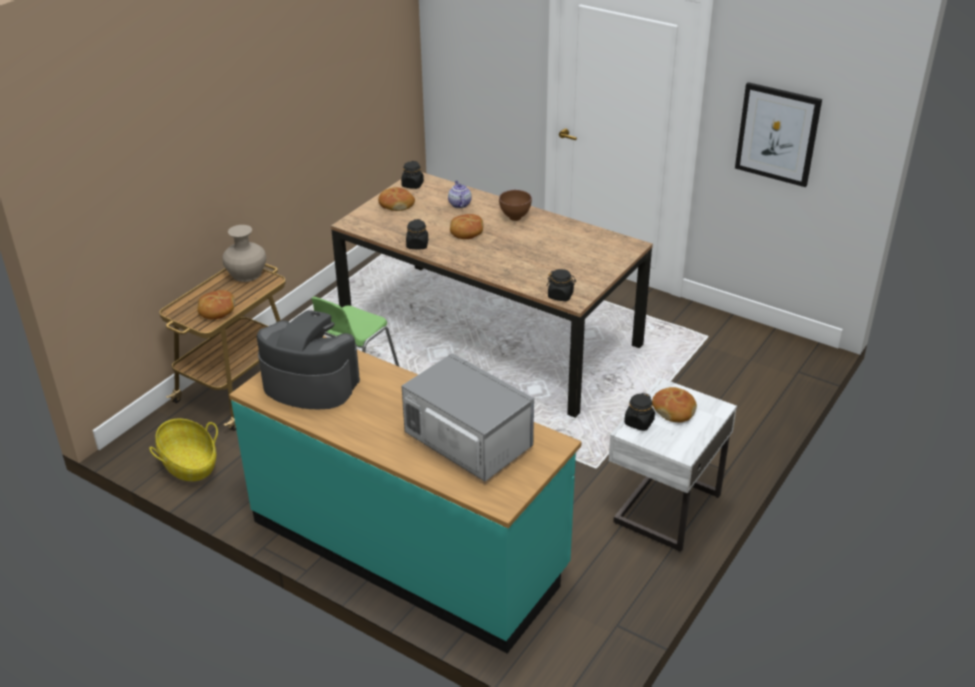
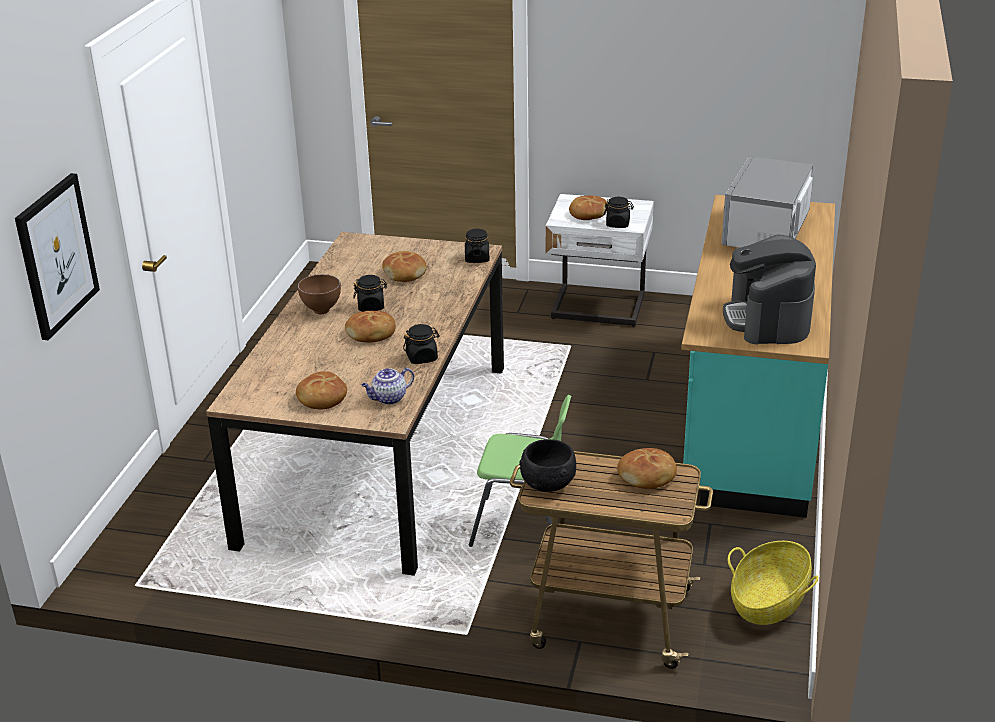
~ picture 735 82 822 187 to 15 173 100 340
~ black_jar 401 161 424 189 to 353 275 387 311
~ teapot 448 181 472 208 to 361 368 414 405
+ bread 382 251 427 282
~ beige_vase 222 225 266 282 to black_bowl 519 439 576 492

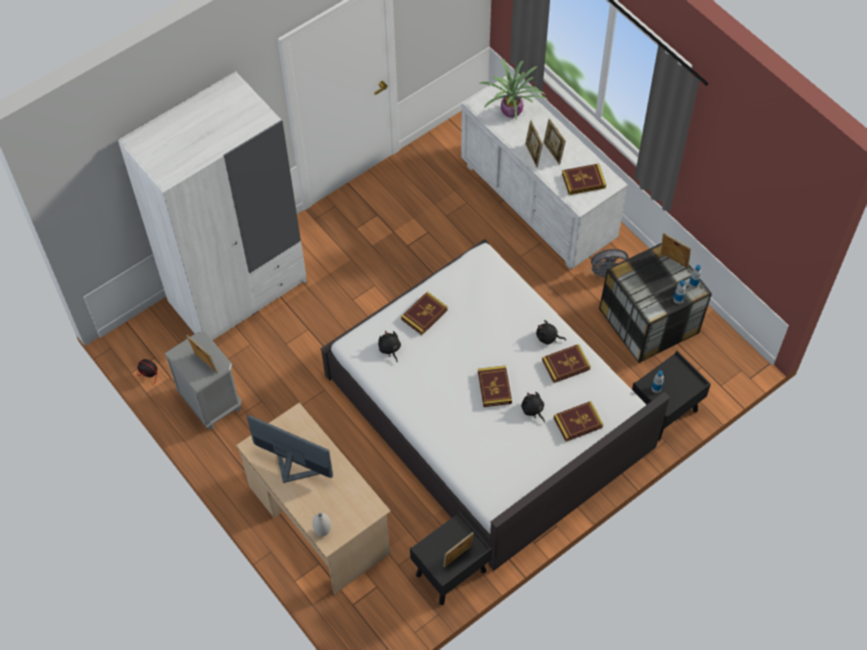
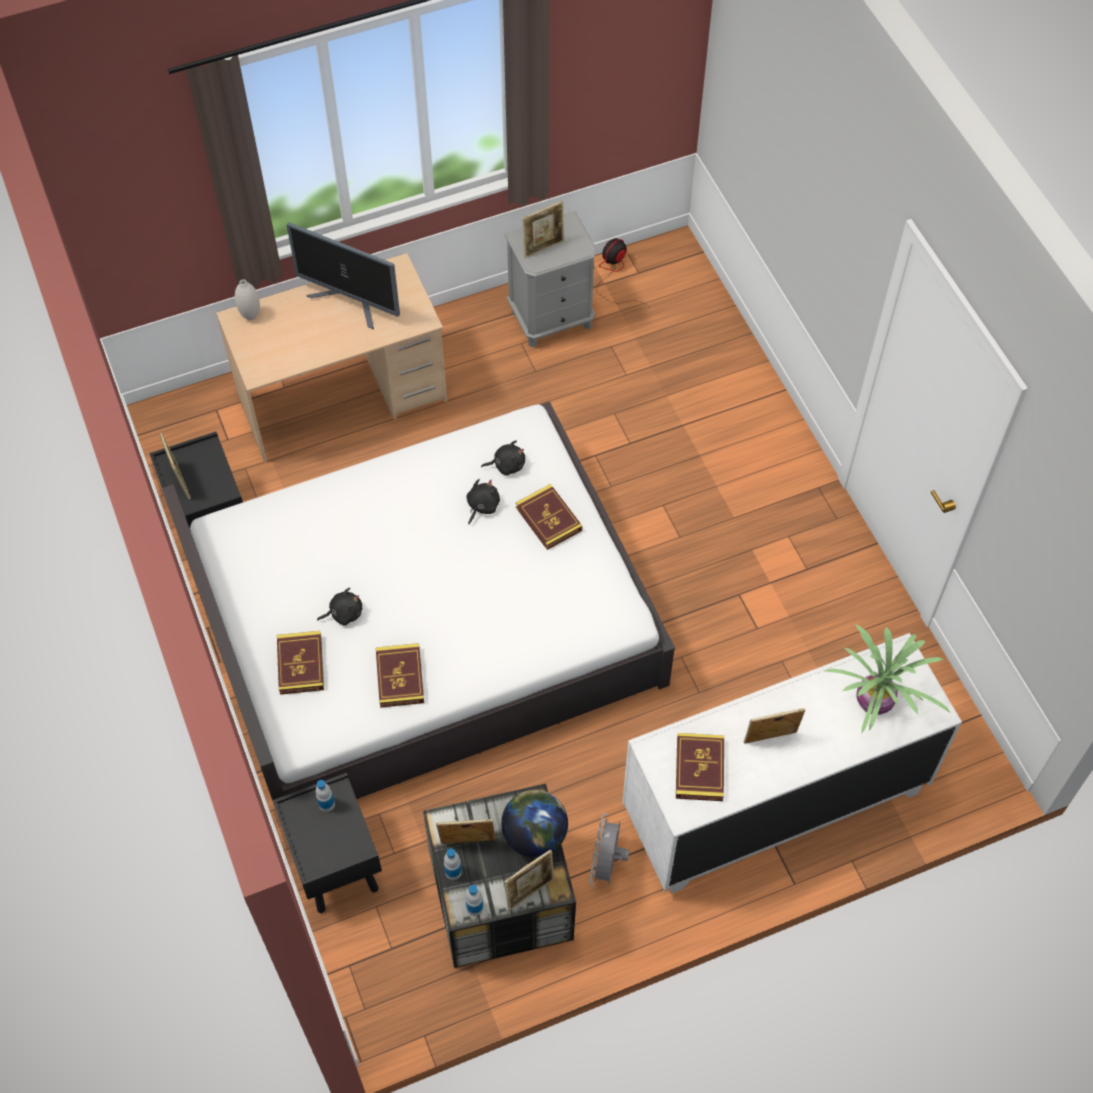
~ monitor 247 415 333 483 = 287 222 400 329 75 degrees clockwise
~ picture_frame 525 120 543 167 to 436 819 495 844
~ black_plush_toy 536 320 566 345 to 466 479 500 524
+ globe 501 790 568 857
- white_wardrobe 118 71 307 340
- book 478 366 512 407

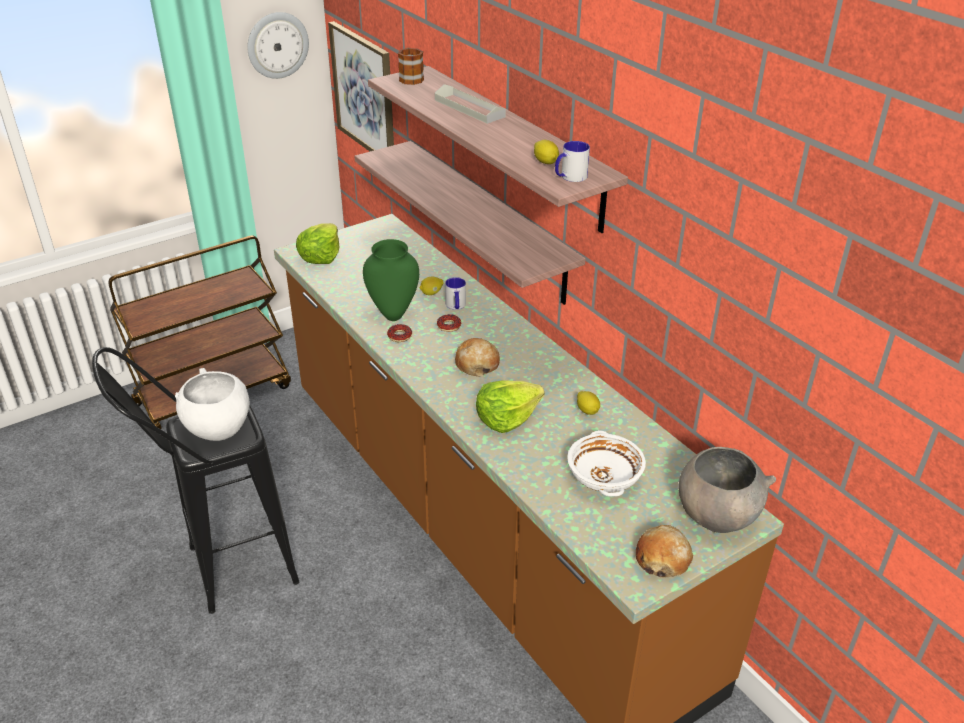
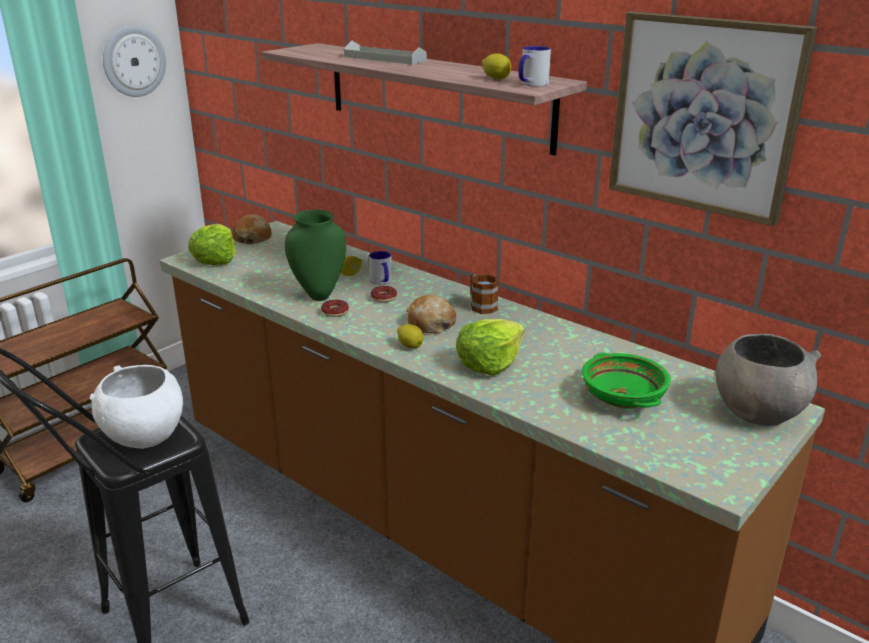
~ bread 636 525 693 578 to 232 215 272 244
~ lemon 577 391 600 415 to 397 324 424 348
~ mug 398 48 424 85 to 470 274 499 314
~ white_bowl 567 430 646 496 to green_bowl 582 353 671 409
~ picture 328 21 394 151 to 609 11 817 226
- shelf 354 141 586 305

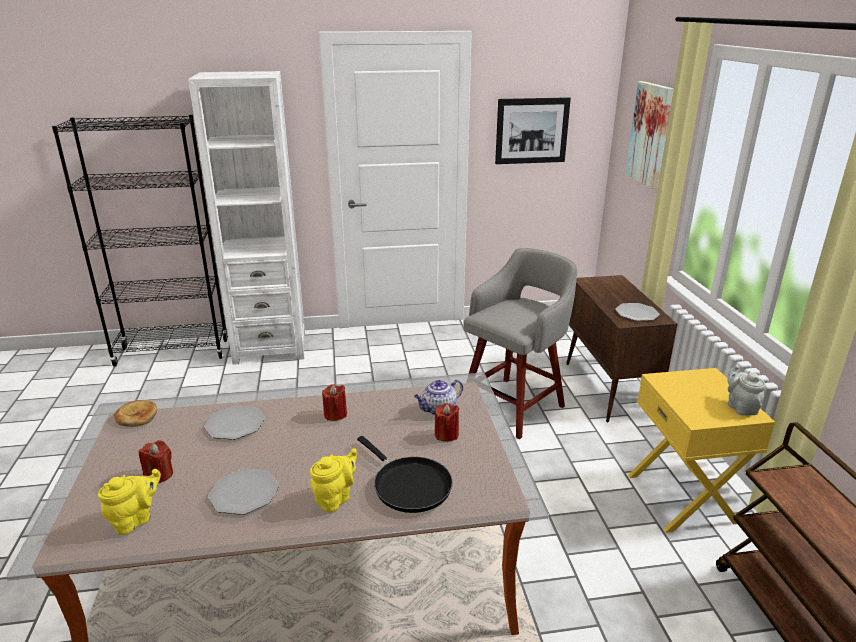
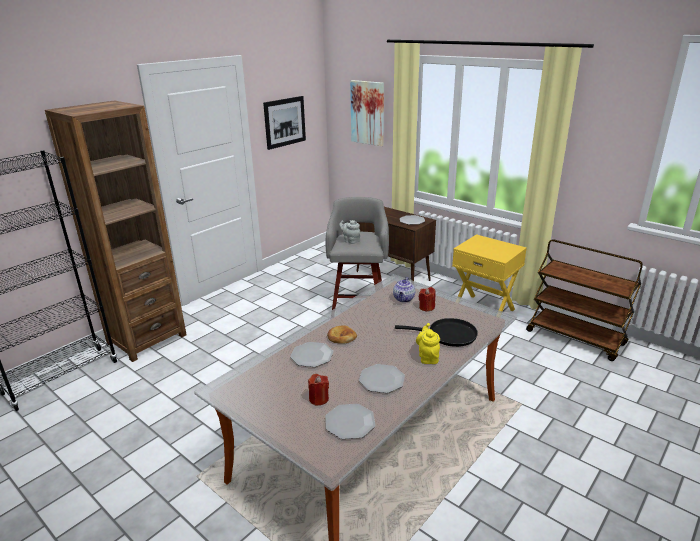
~ white_bookcase 188 71 305 365 to brown_bookcase 45 100 186 362
~ yellow_teapot 98 469 161 535 to plate 325 404 375 439
~ bread 114 400 157 427 to 327 325 357 344
~ grey_teapot 727 365 766 416 to 339 220 360 244
- red_candle 322 384 347 421

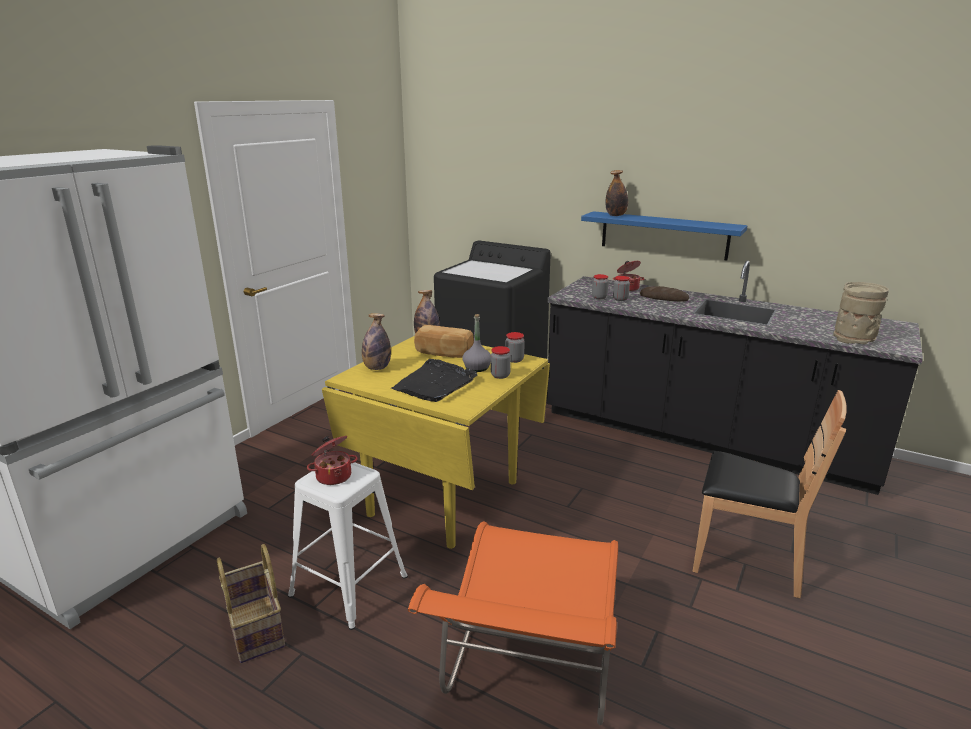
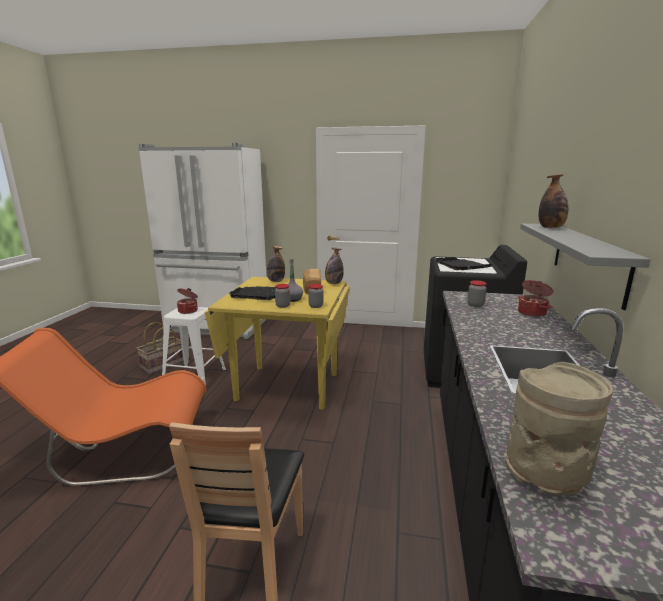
+ black_tray 435 257 494 270
~ blue_shelf 581 211 747 261 to grey_shelf 520 224 651 310
- jar 613 276 630 301
- bread 640 286 689 301

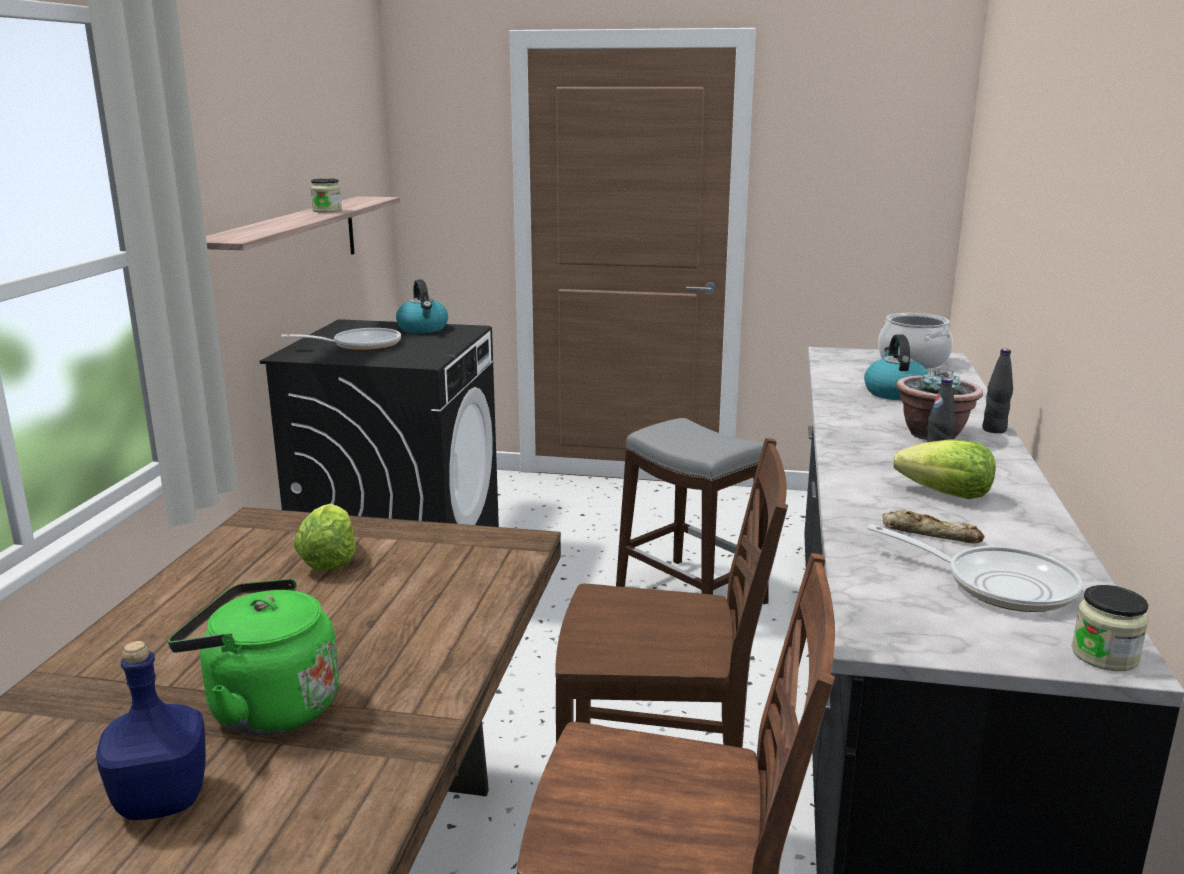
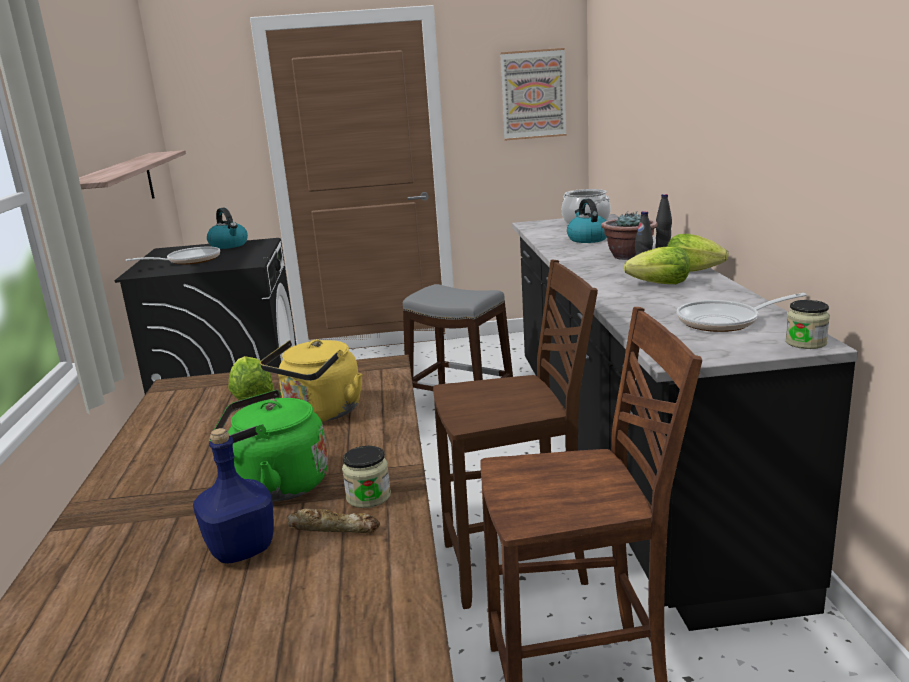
+ yellow_kettle 260 339 363 422
~ bread 882 510 984 543 to 287 509 380 533
~ jar 310 178 342 213 to 342 446 391 508
+ picture 500 48 566 140
+ lettuce 667 234 729 272
~ frying_pan 867 524 1082 612 = 677 293 807 332 150 degrees clockwise

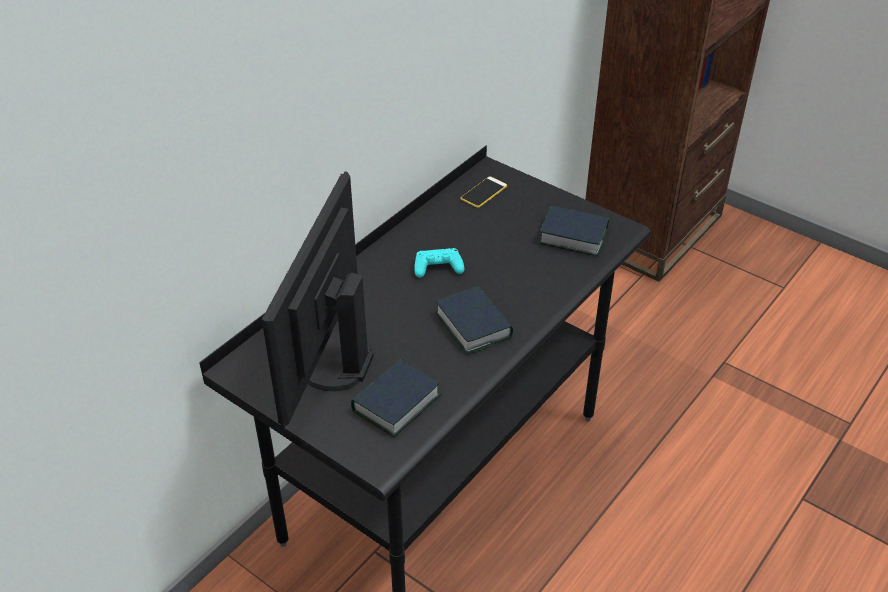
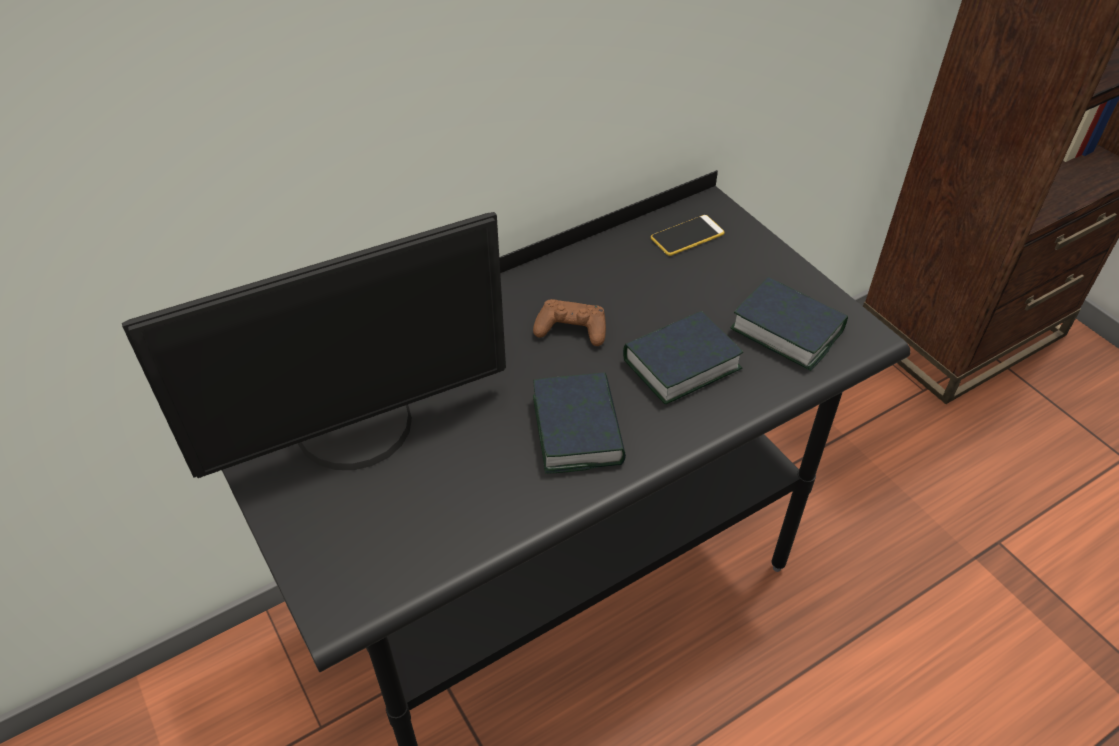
~ monitor 262 172 374 427 = 122 212 506 478 150 degrees counterclockwise
~ turquoise_game_controller 414 248 464 278 to brown_game_controller 533 299 606 346
~ book 351 359 441 437 to 623 311 743 404

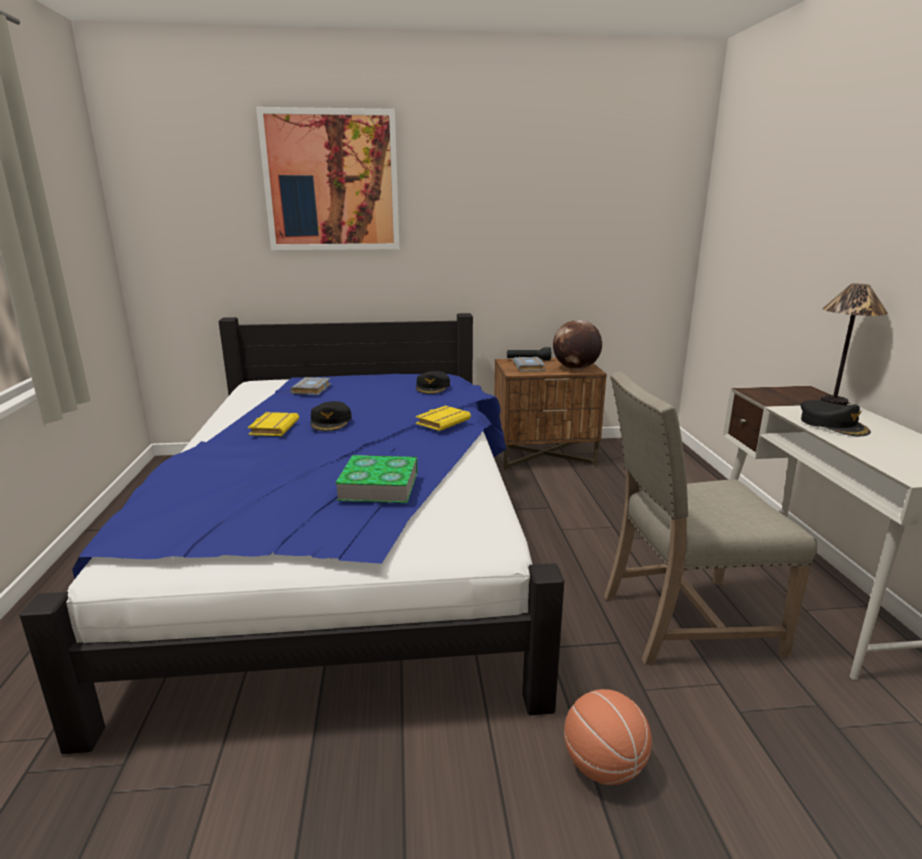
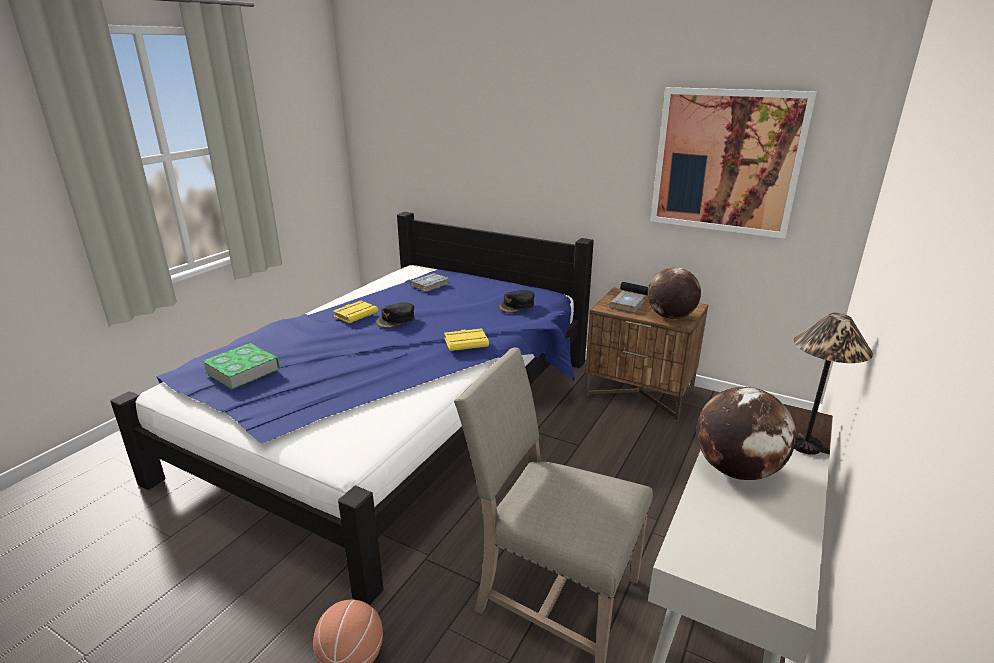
~ book 335 455 418 503 to 202 343 280 390
~ picture 256 107 400 250 to 650 87 817 239
~ black_cap 801 400 871 436 to globe 697 387 796 480

